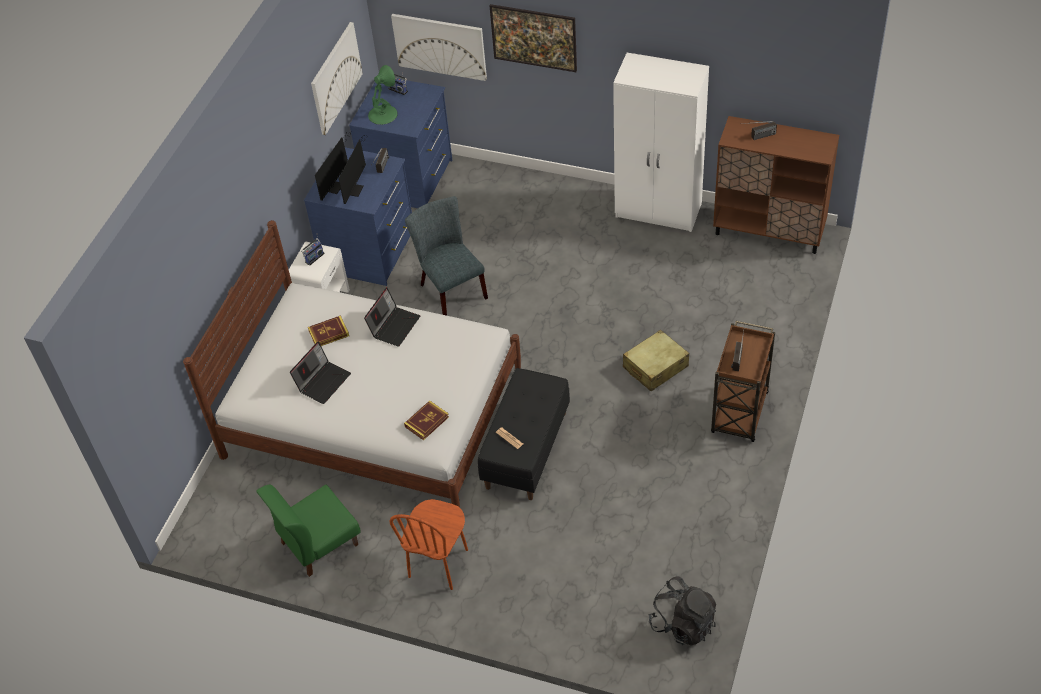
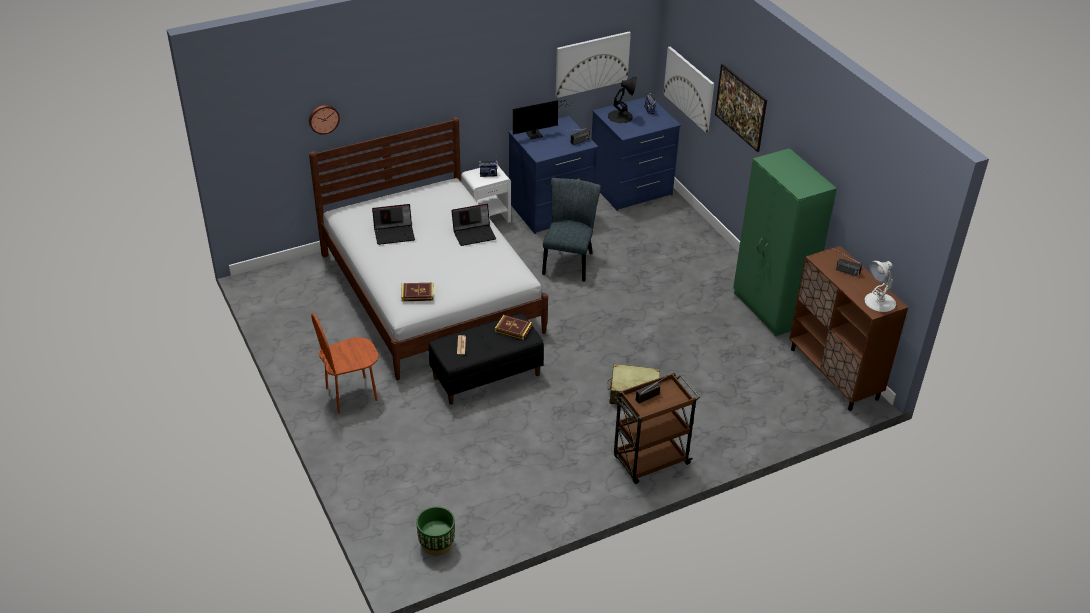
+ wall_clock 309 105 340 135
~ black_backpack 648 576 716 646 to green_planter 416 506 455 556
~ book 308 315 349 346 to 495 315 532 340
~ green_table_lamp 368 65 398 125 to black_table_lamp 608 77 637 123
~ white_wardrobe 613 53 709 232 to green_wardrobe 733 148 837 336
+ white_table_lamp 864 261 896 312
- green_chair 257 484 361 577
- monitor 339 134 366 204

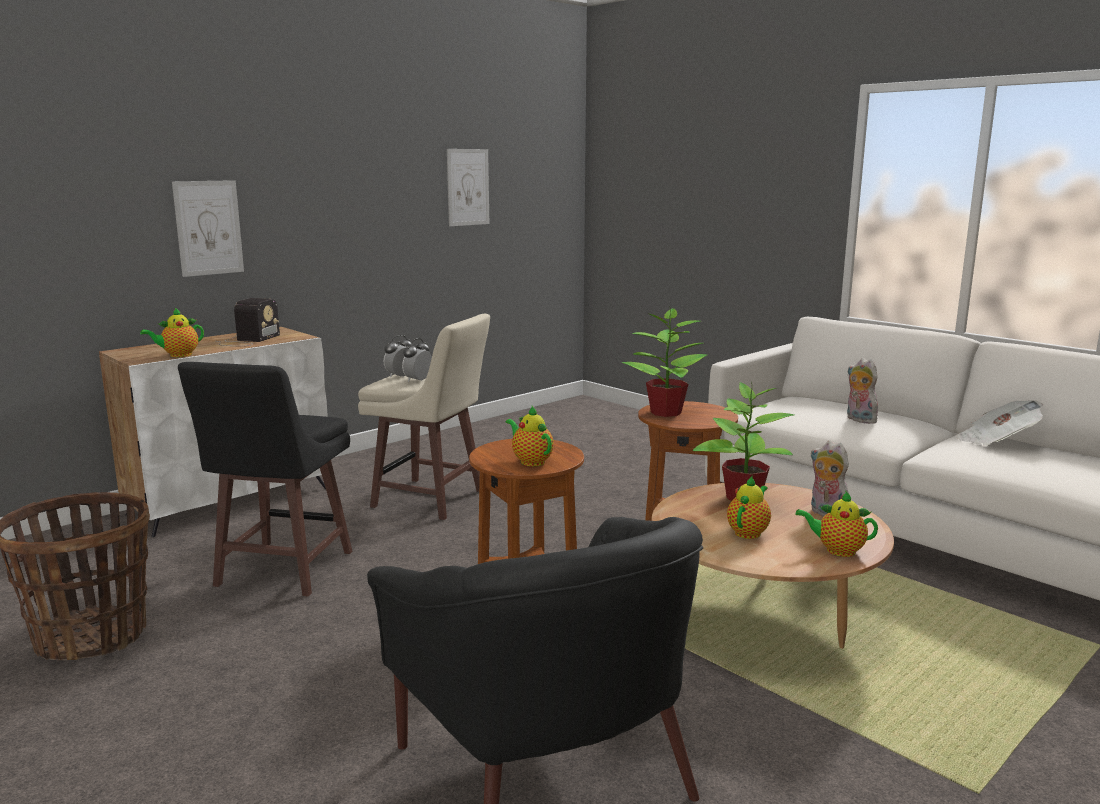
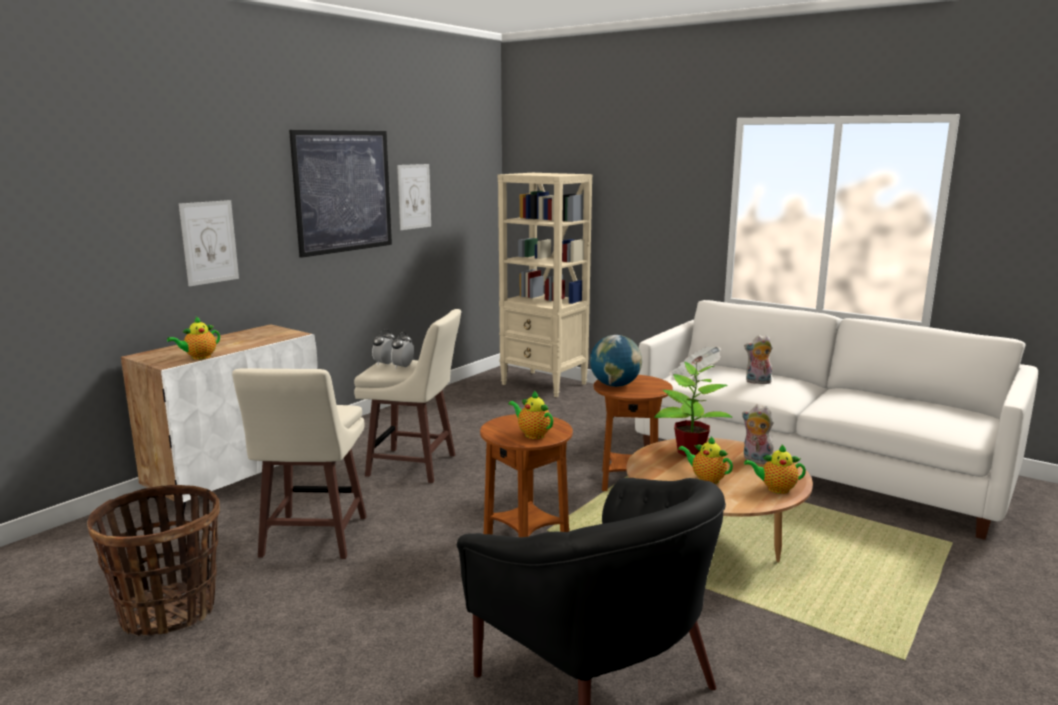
~ black_stool 178 362 353 596 to beige_stool 232 368 367 559
+ picture 289 130 392 258
+ beige_bookcase 498 173 592 397
~ potted_plant 622 308 707 417 to globe 590 335 642 387
~ newspaper 956 400 1043 446 to 669 346 722 377
~ teapot 727 476 771 539 = 678 436 733 484 75 degrees counterclockwise
~ plush_toy 847 358 878 424 = 744 335 773 384 45 degrees counterclockwise
- radio 218 298 280 346

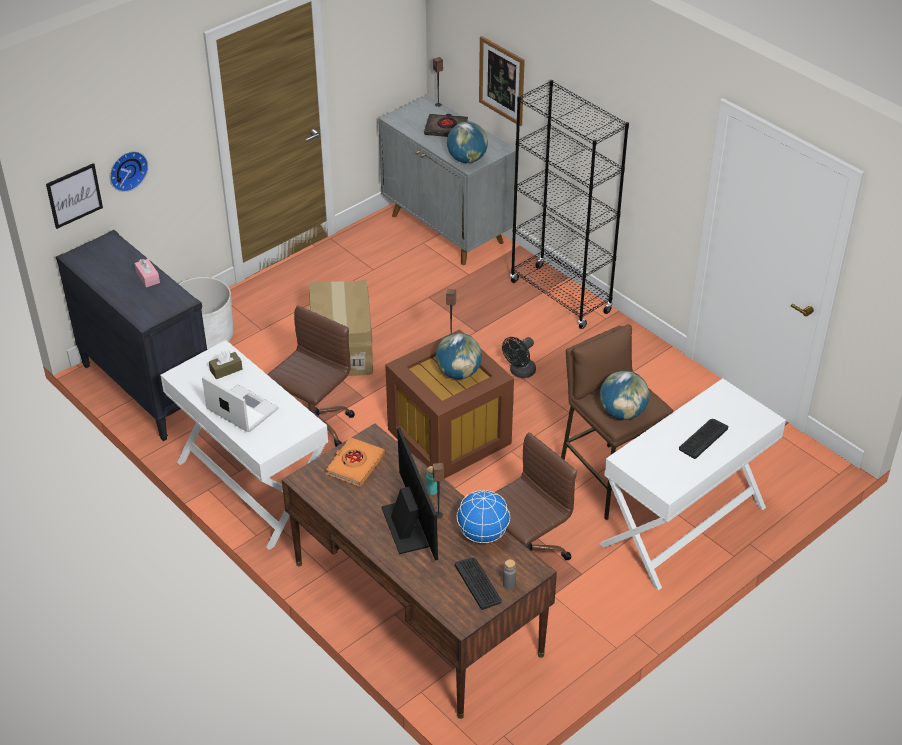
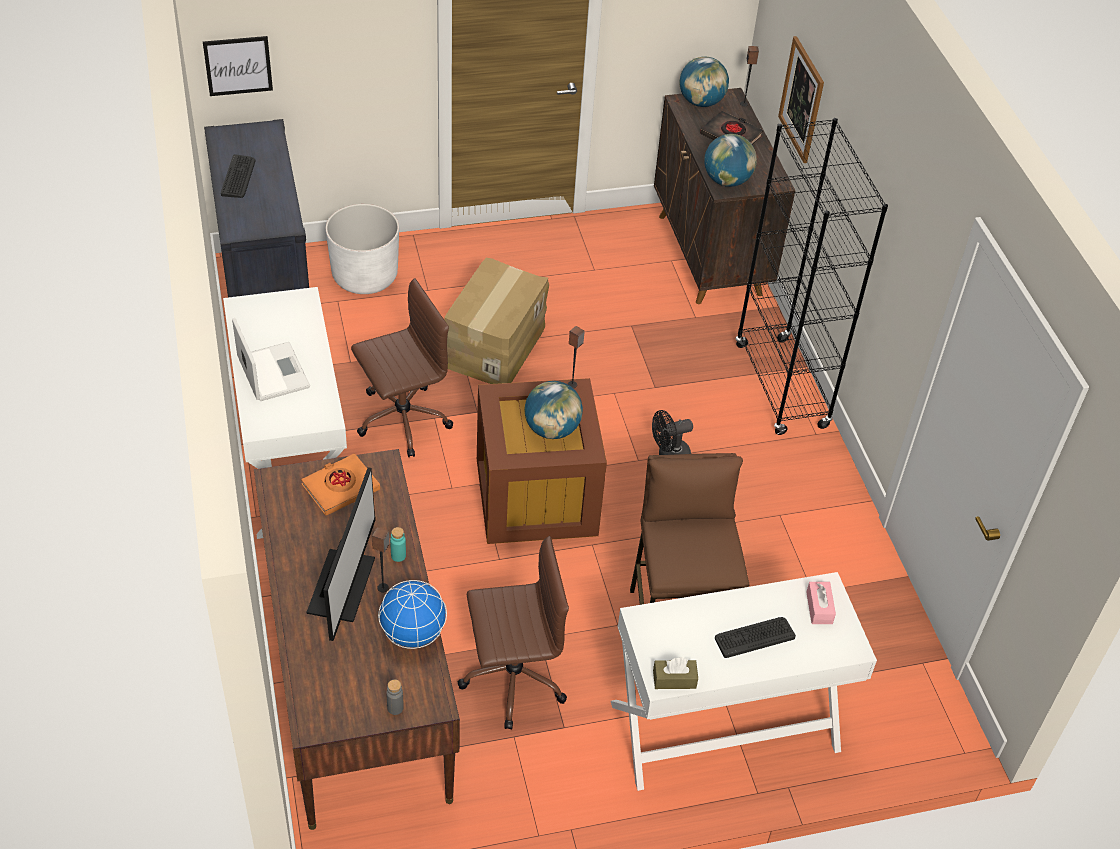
~ keyboard 455 558 502 610 to 221 154 255 198
~ brown_tissue_box 209 350 243 379 to 653 657 698 689
~ grey_cabinet 378 95 516 265 to brown_cabinet 654 88 795 304
~ globe 600 370 649 420 to 679 57 729 107
~ pink_tissue_box 134 259 160 287 to 806 582 836 624
- wall_clock 110 151 148 192

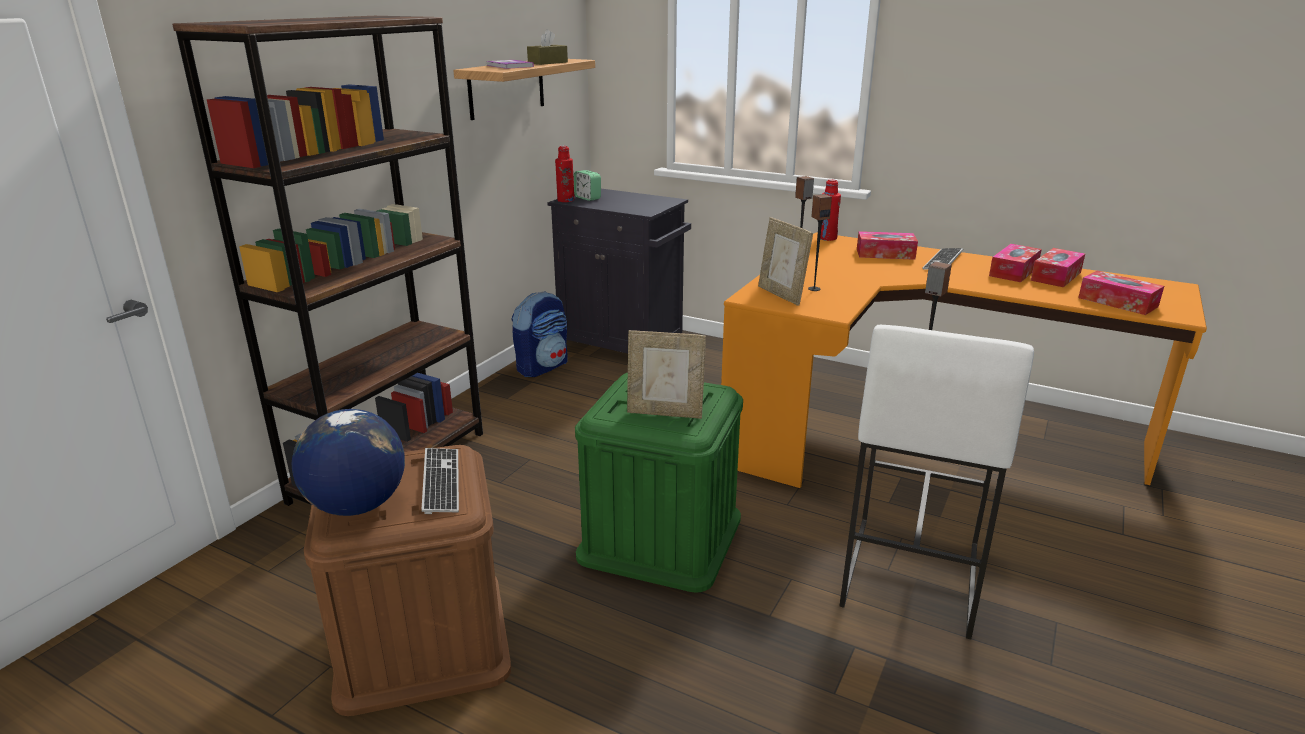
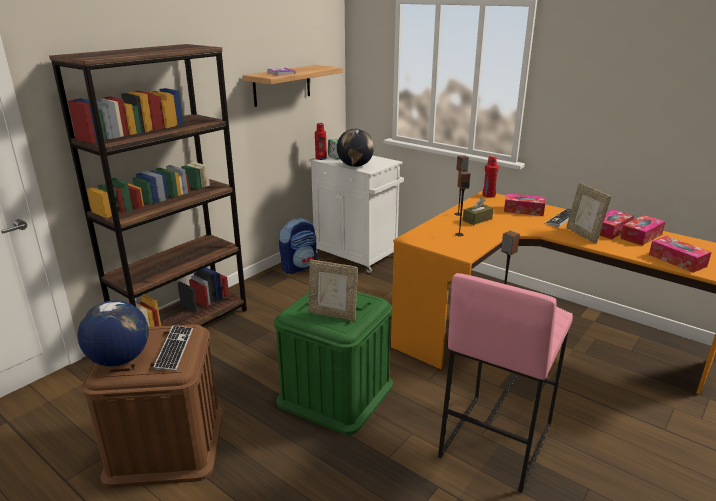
~ black_cabinet 547 189 691 353 to white_cabinet 309 153 404 273
+ globe 337 129 374 167
~ white_stool 839 325 1034 639 to pink_stool 438 273 573 493
~ brown_tissue_box 527 29 568 65 to 463 198 493 225
~ picture_frame 758 217 813 306 to 566 183 611 244

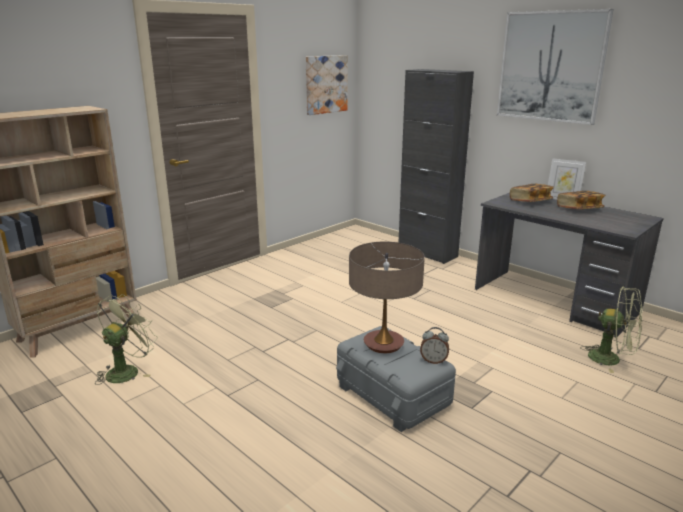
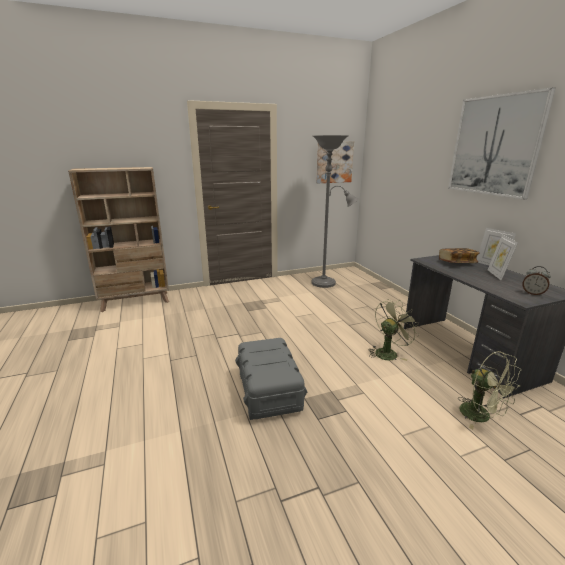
+ grey_floor_lamp 312 135 359 288
~ green_fan 95 294 158 385 to 368 299 420 361
~ book 557 191 606 209 to picture_frame 488 235 518 281
~ alarm_clock 420 327 449 364 to 522 266 551 296
- table_lamp 349 242 425 353
- black_cabinet 398 69 474 264

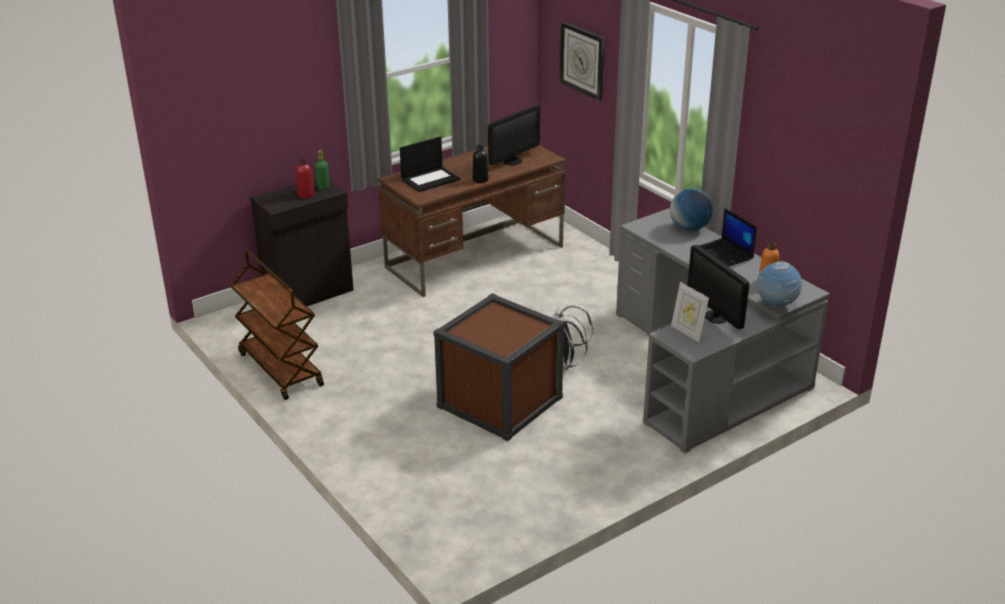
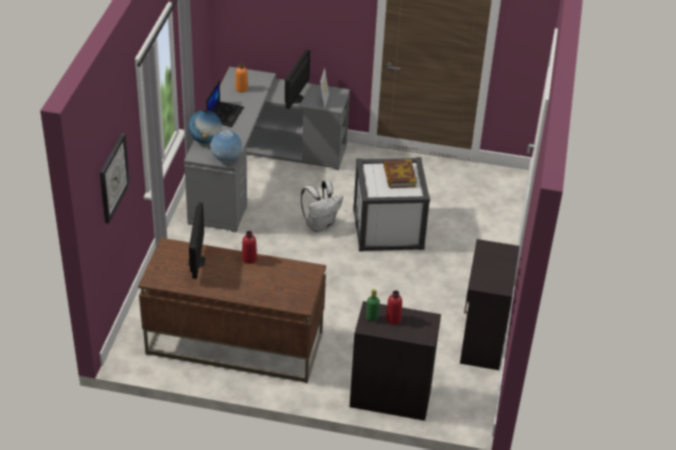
~ monitor 488 105 540 165 = 188 203 205 279 90 degrees clockwise
~ globe 755 261 802 307 to 210 130 242 163
~ black_bottle 473 145 489 183 to red_bottle 242 231 257 264
~ brown_storage_box 433 293 565 441 to white_storage_box 353 157 430 251
+ book 383 159 417 188
~ brown_cart 231 250 324 400 to black_cabinet 460 239 519 370
- laptop 400 137 460 192

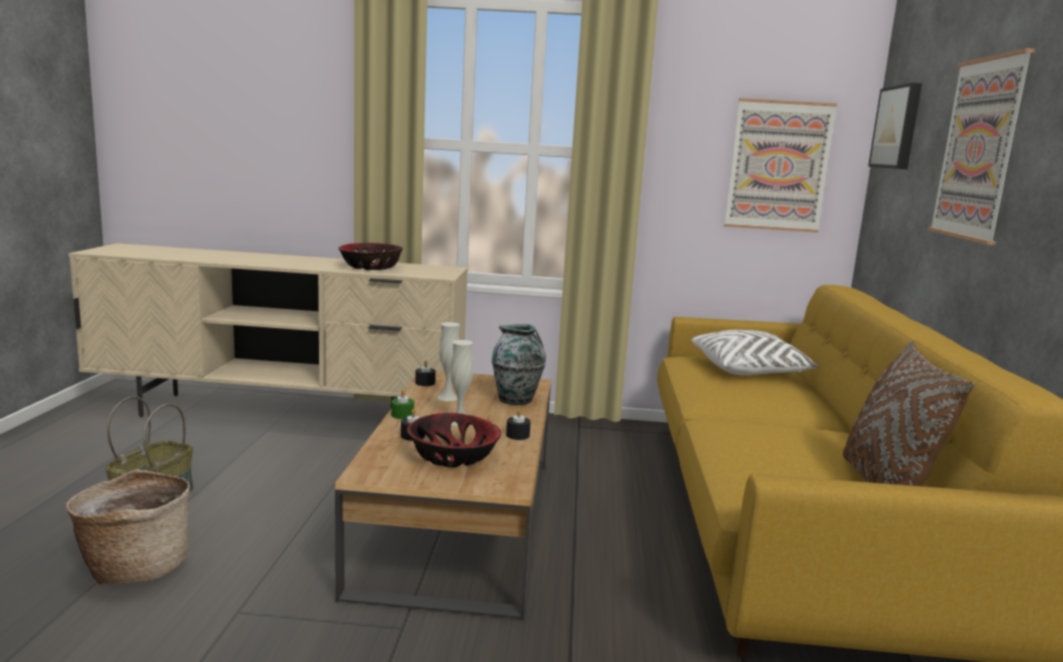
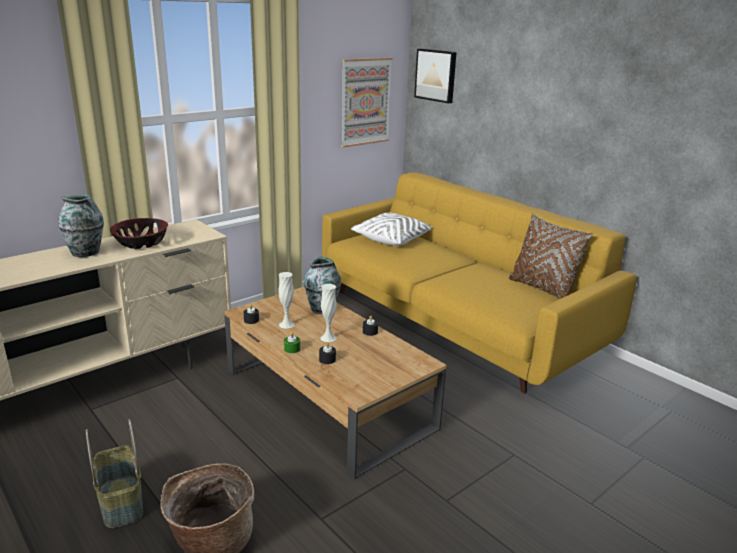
+ vase 58 194 104 257
- bowl 407 413 501 467
- picture 928 48 1035 245

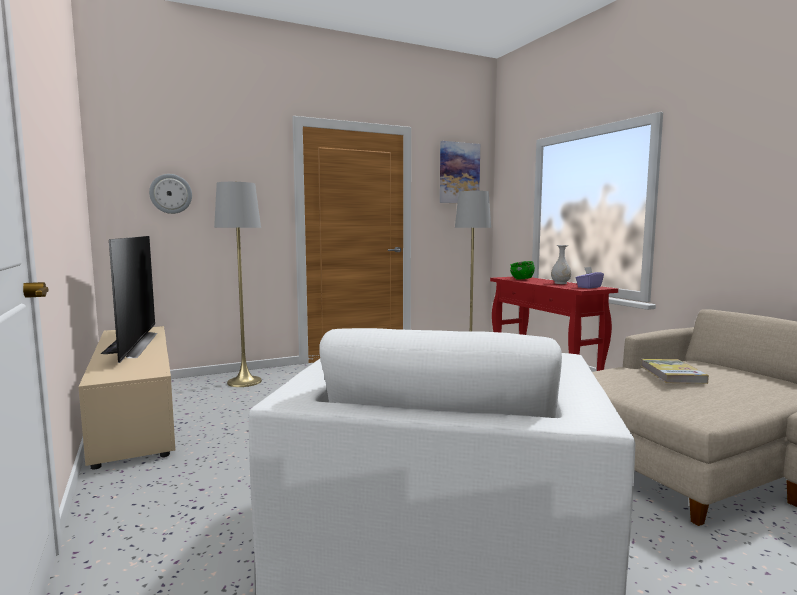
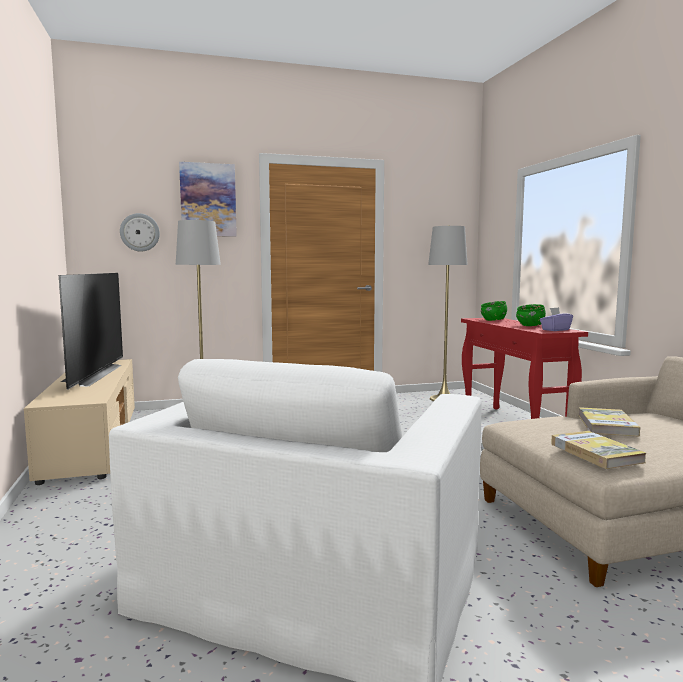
~ picture 440 141 480 203 to 179 162 237 237
~ white_vase 551 245 571 284 to green_bowl 516 304 546 326
+ book 551 431 646 469

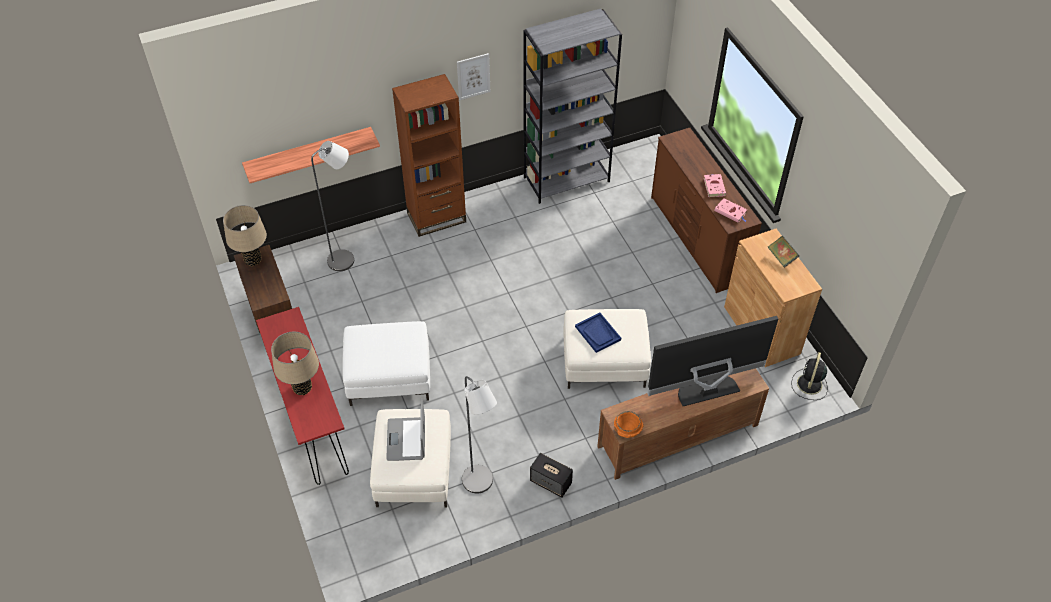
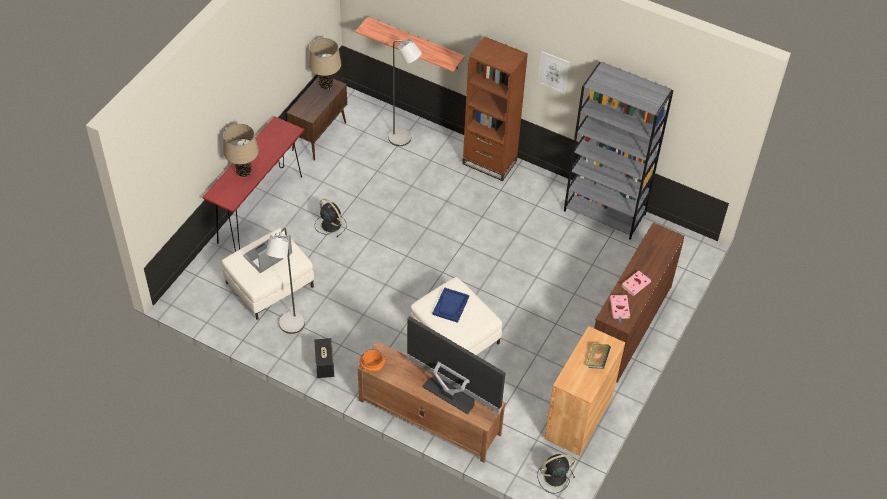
~ white_ottoman 343 321 430 406 to black_fan 315 198 347 237

